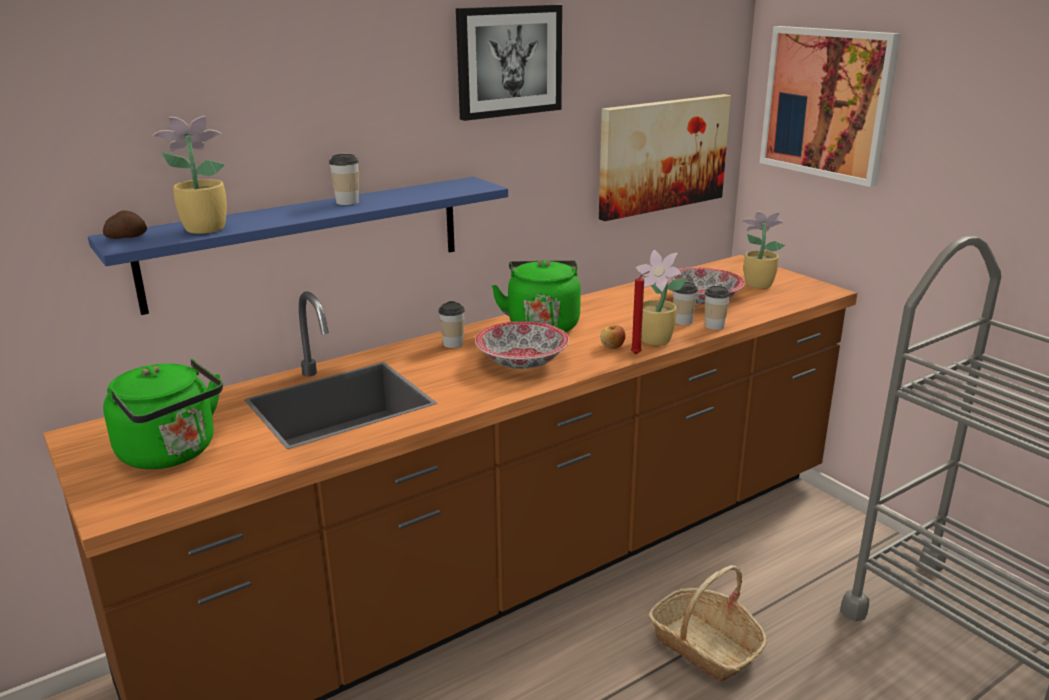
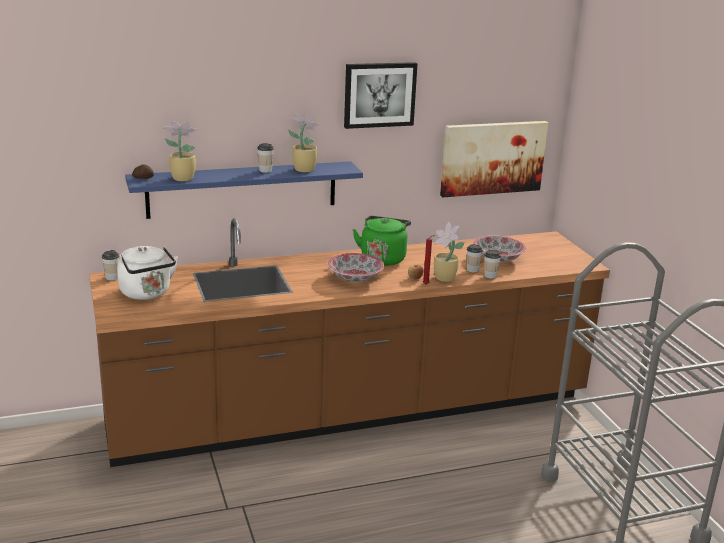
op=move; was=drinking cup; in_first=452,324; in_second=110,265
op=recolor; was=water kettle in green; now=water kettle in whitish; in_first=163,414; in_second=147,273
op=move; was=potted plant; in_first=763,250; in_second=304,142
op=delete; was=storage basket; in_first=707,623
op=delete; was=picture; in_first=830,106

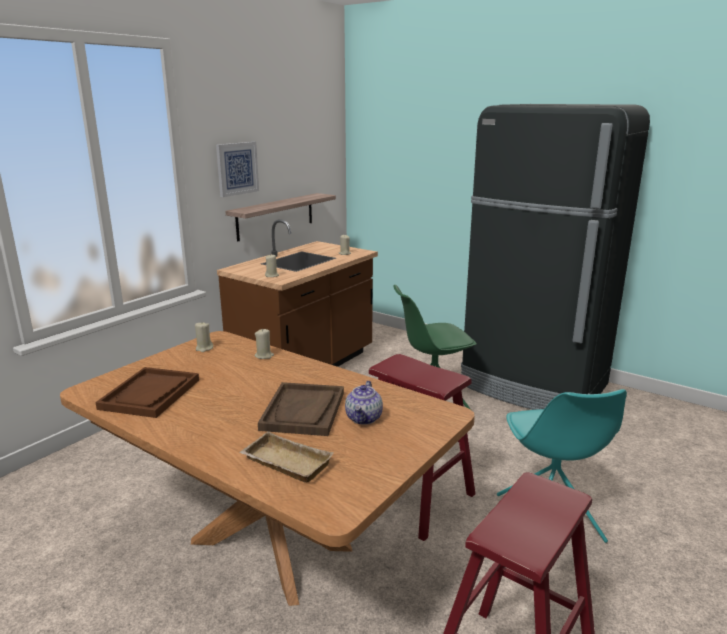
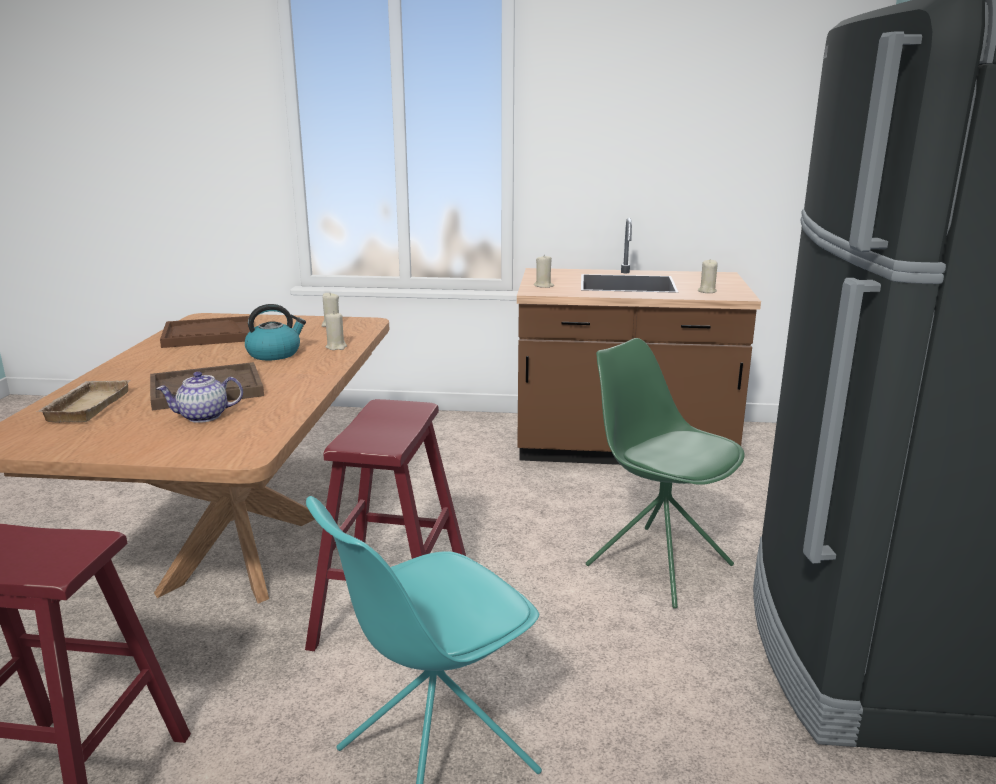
op=insert; now=water kettle; in_second=275,332
op=delete; was=picture; in_first=237,169
op=delete; was=shelf; in_first=280,217

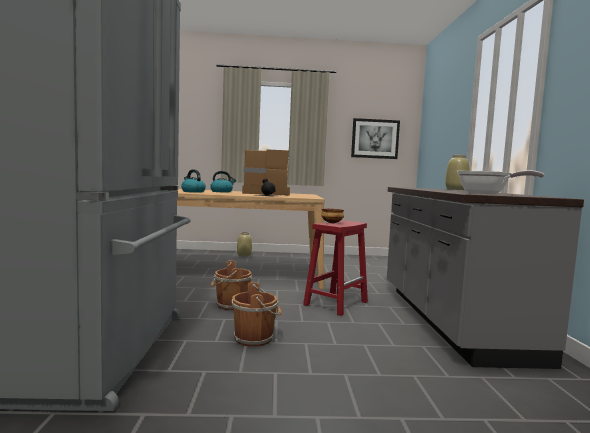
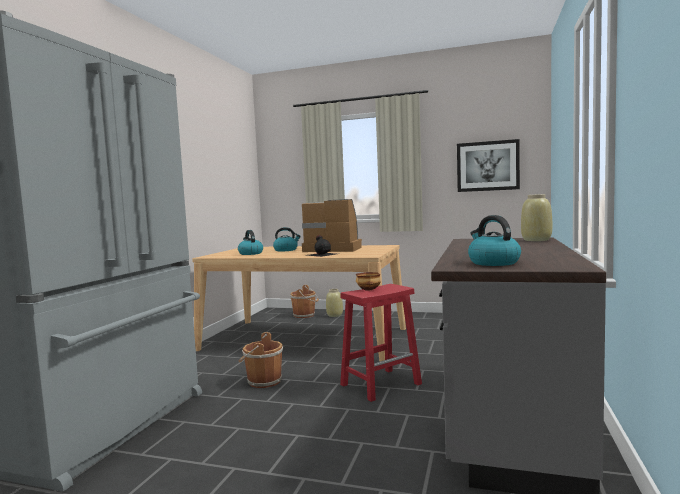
op=move; was=bucket in brown; in_first=256,314; in_second=304,301
op=replace; was=pan; now=water kettle; in_first=500,182; in_second=494,240

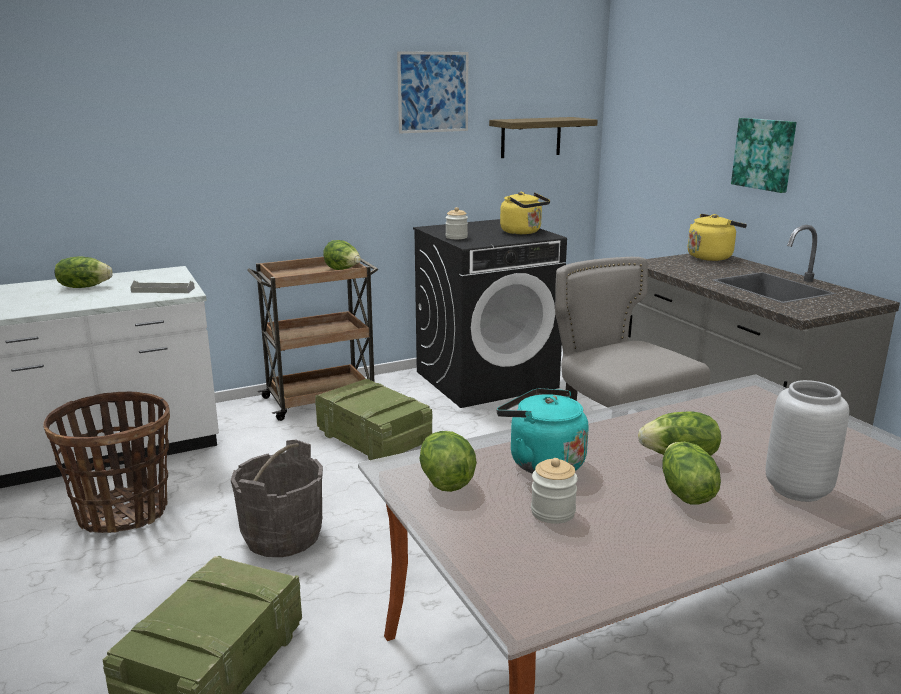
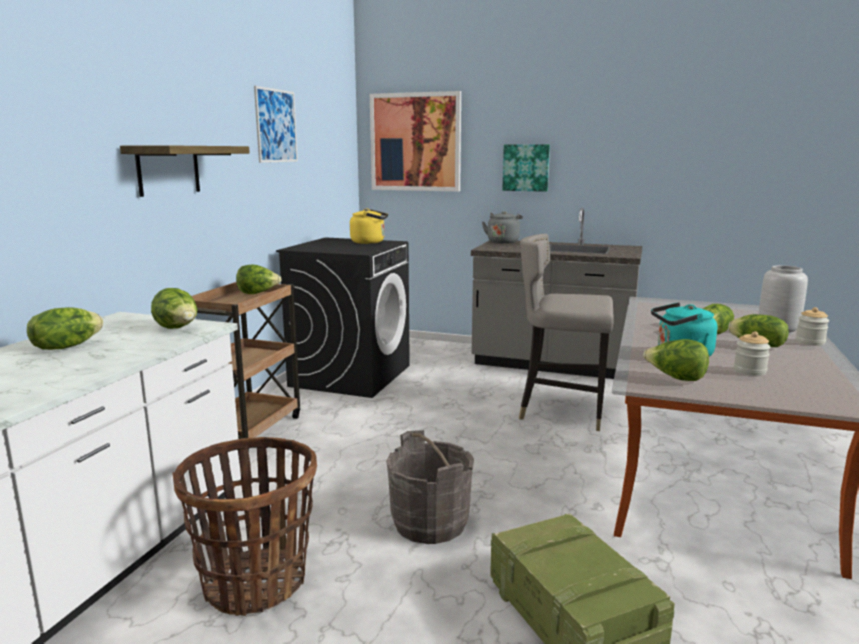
op=move; was=shelf; in_first=543,137; in_second=185,171
op=replace; was=serving tray in grey; now=lettuce head; in_first=162,286; in_second=174,308
op=insert; now=picture; in_second=415,141
op=recolor; was=water kettle in yellow; now=water kettle in grey; in_first=717,237; in_second=502,227
op=move; was=preserve jar; in_first=456,223; in_second=812,326
op=delete; was=packing crate; in_first=374,419

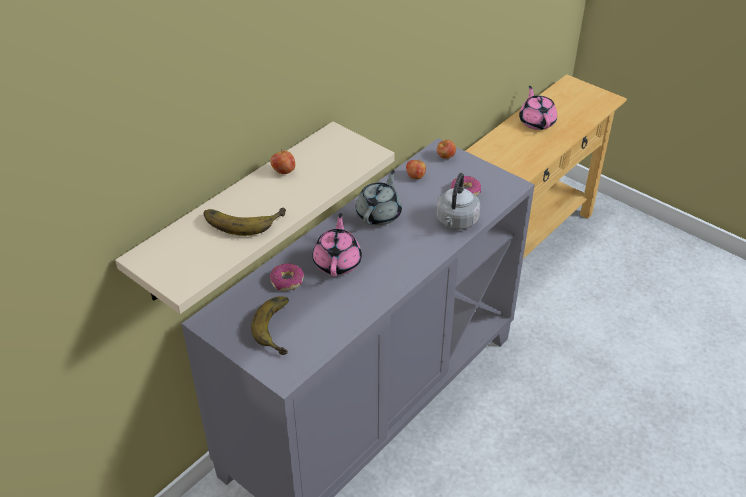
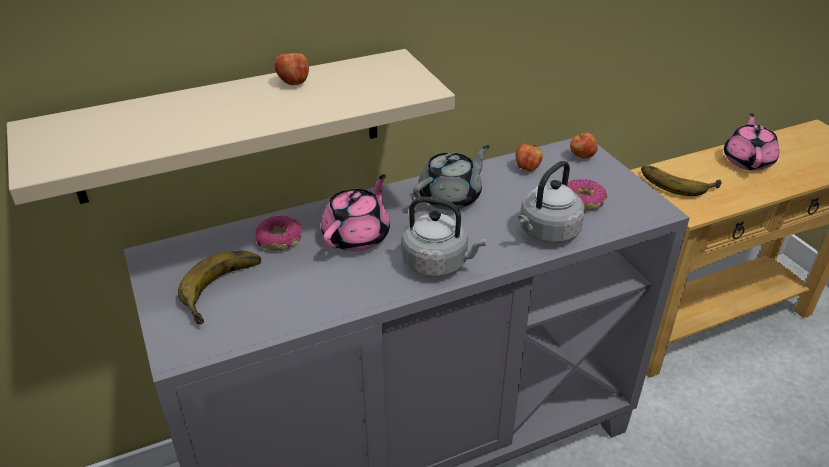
op=insert; now=water kettle in grey; in_second=444,236
op=move; was=banana fruit; in_first=244,221; in_second=681,181

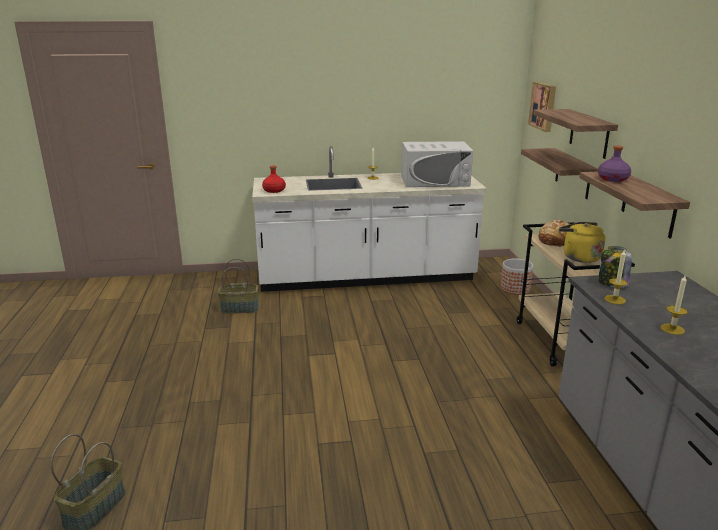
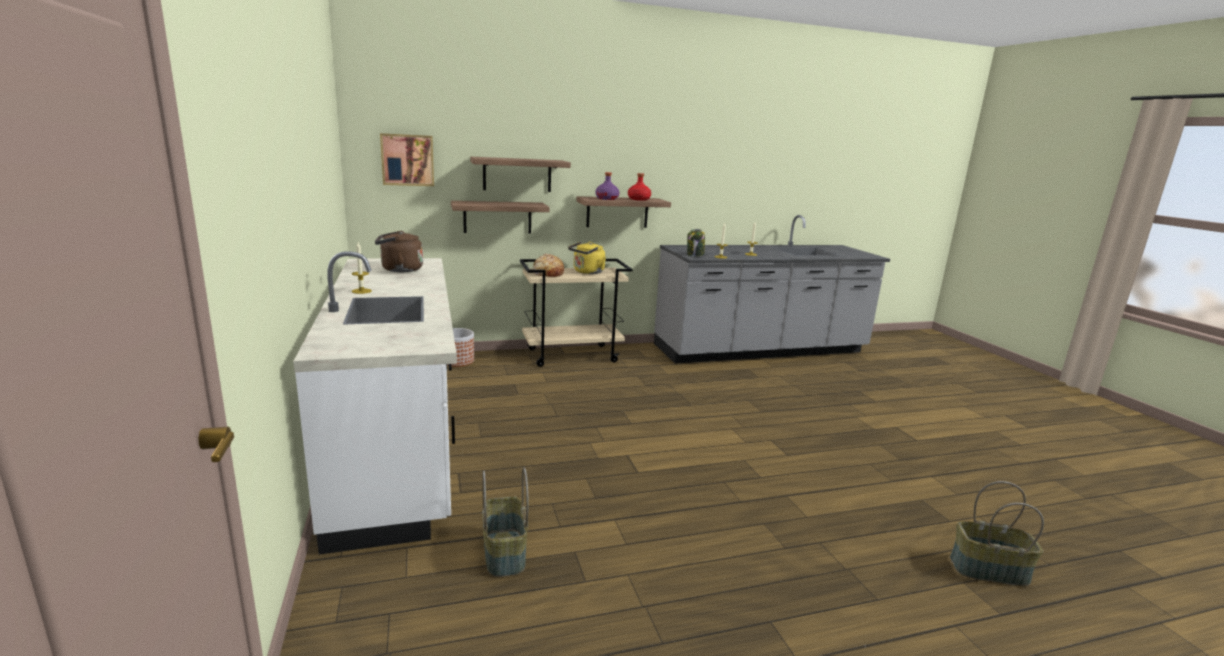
op=replace; was=kitchen microwave in whitish; now=water kettle in brown; in_first=437,164; in_second=399,251
op=move; was=beverage bottle in red; in_first=274,179; in_second=639,187

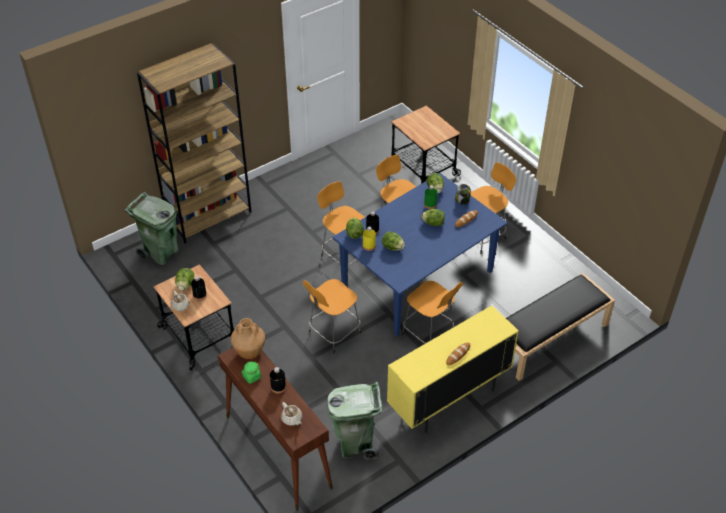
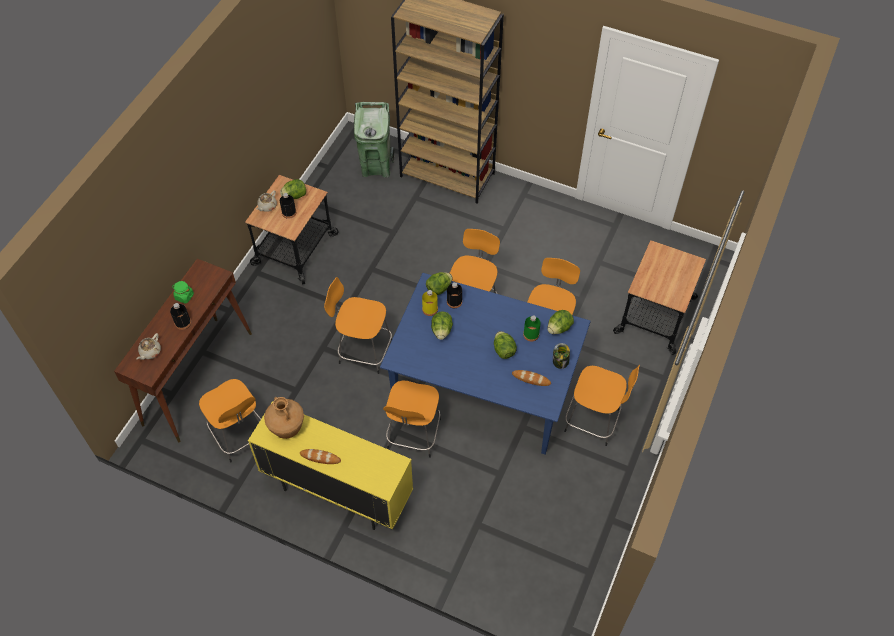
op=replace; was=waste bin in green; now=stool seat in orange-coloured; in_first=354,420; in_second=230,420
op=move; was=decorative vase in brown; in_first=248,338; in_second=284,418
op=delete; was=bench in black-coloured; in_first=560,327

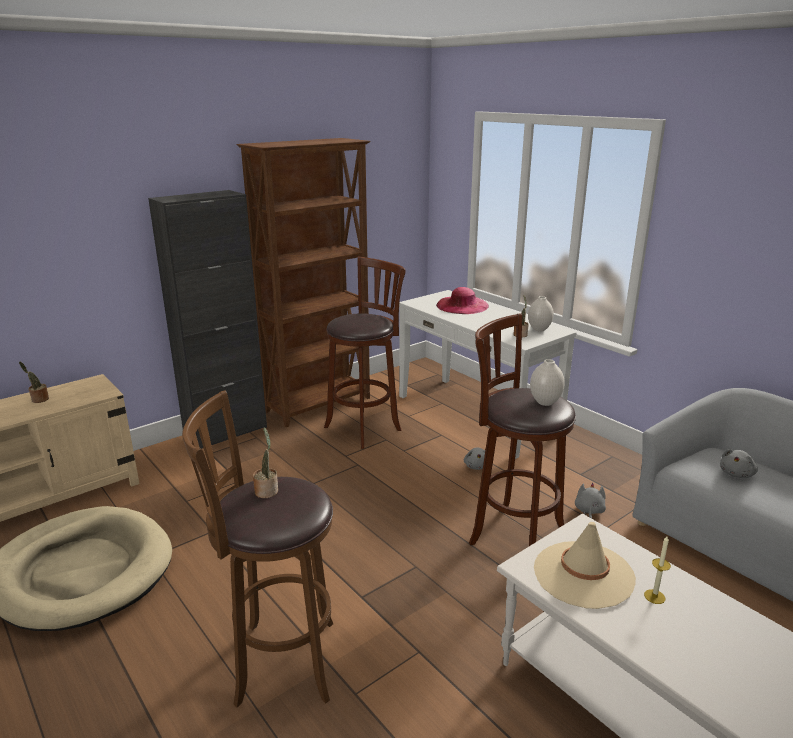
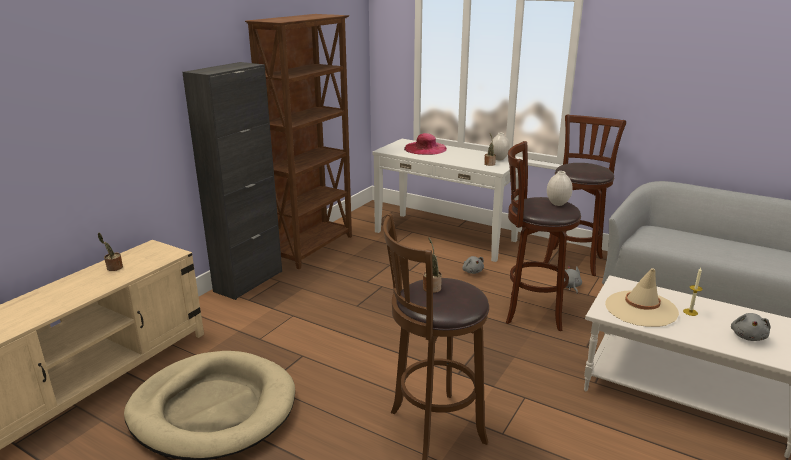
op=move; was=stool seat in brown; in_first=365,352; in_second=585,195
op=move; was=plush toy in grey; in_first=739,463; in_second=750,327

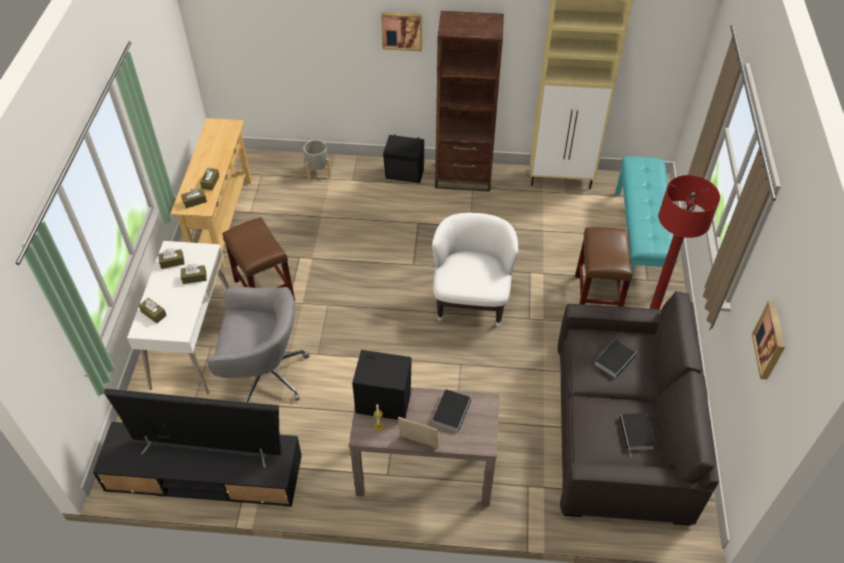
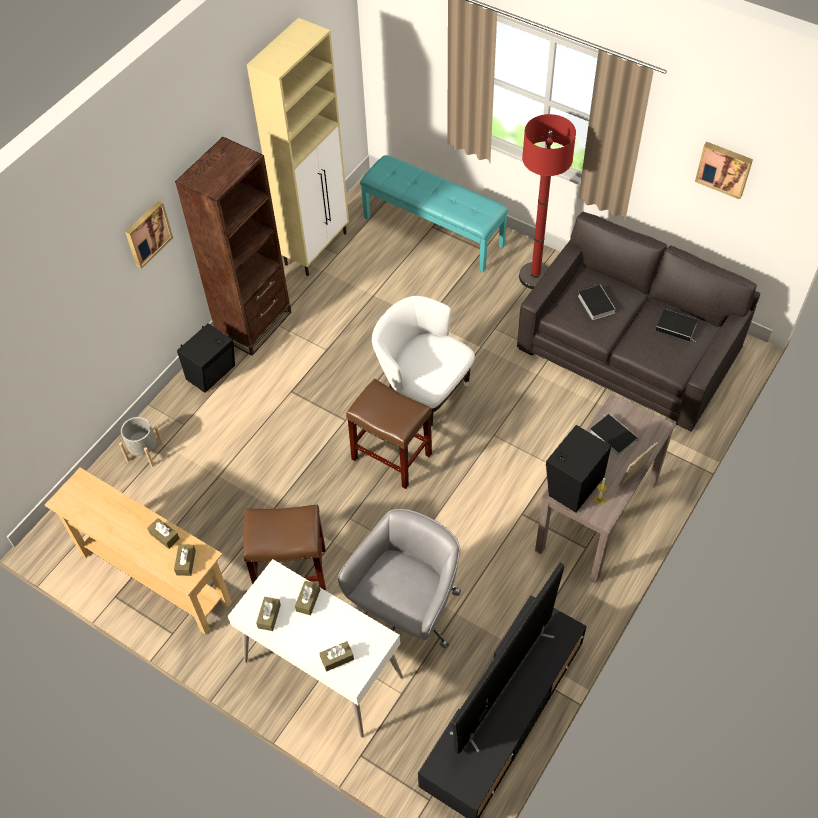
op=move; was=stool seat in brown; in_first=603,267; in_second=389,434

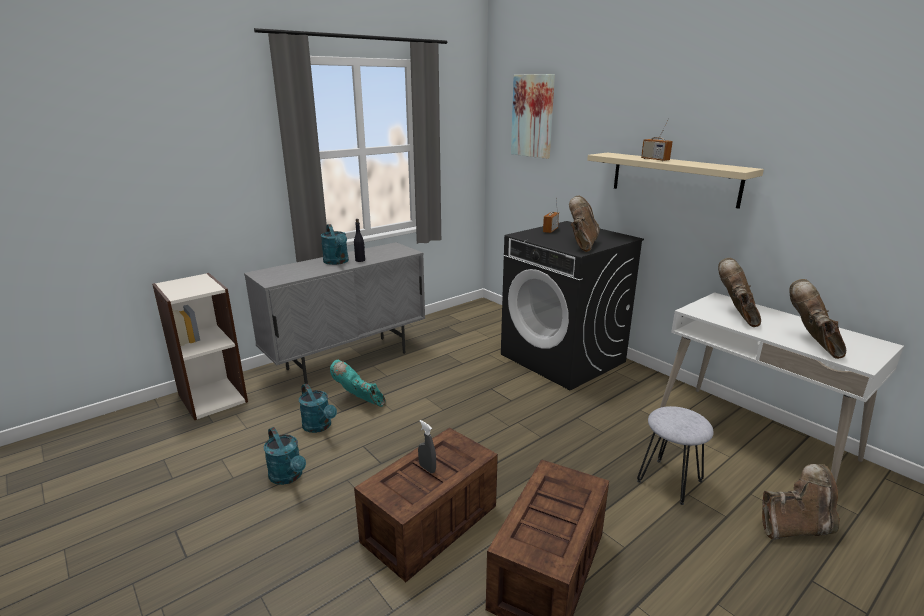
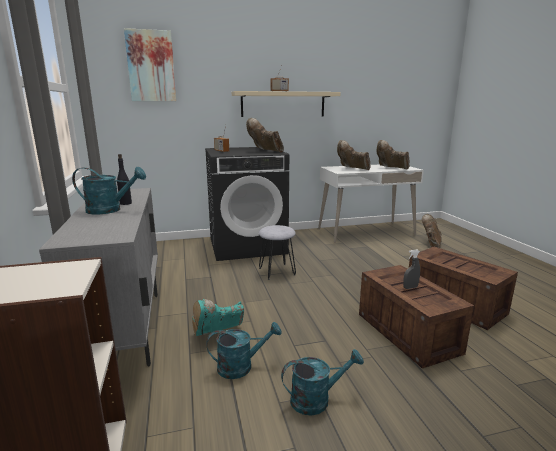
op=move; was=stool seat in grey; in_first=675,455; in_second=277,252

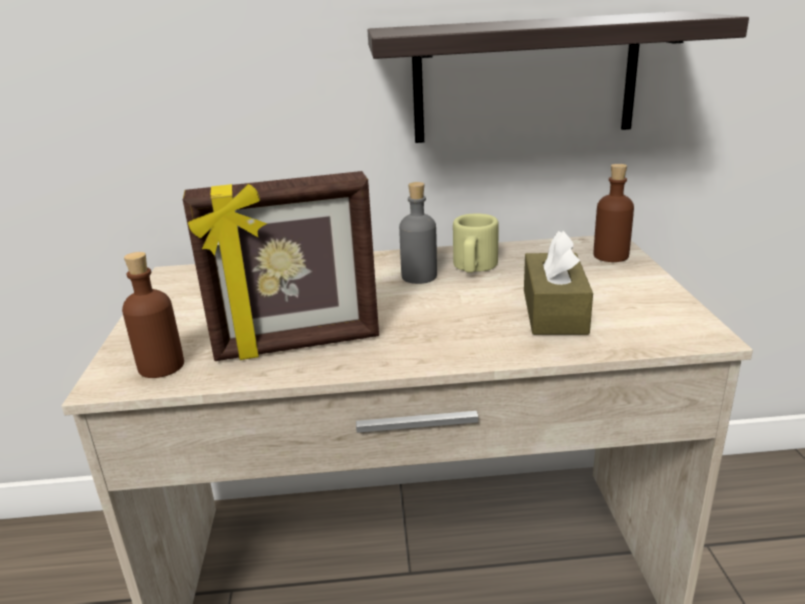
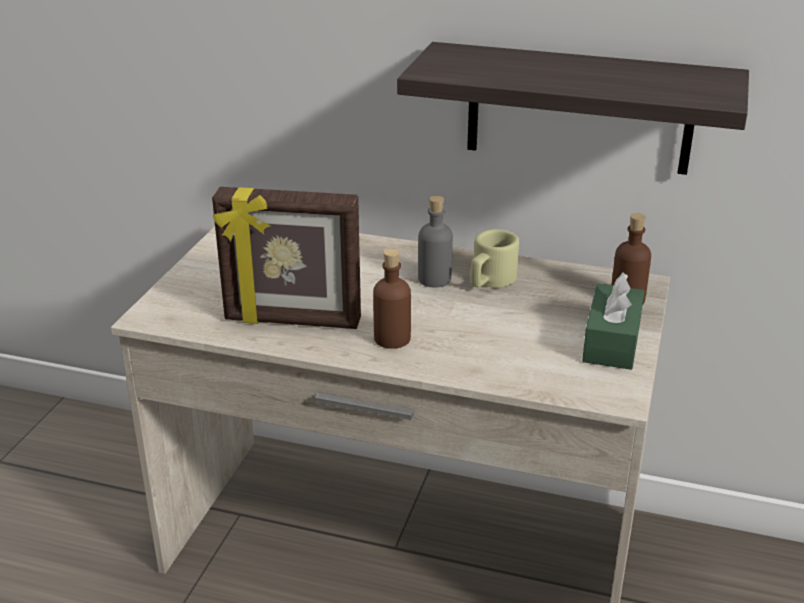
op=move; was=beverage bottle in brown; in_first=153,315; in_second=392,298
op=insert; now=box of tissues in green; in_second=613,321
op=delete; was=box of tissues in brown; in_first=558,282

